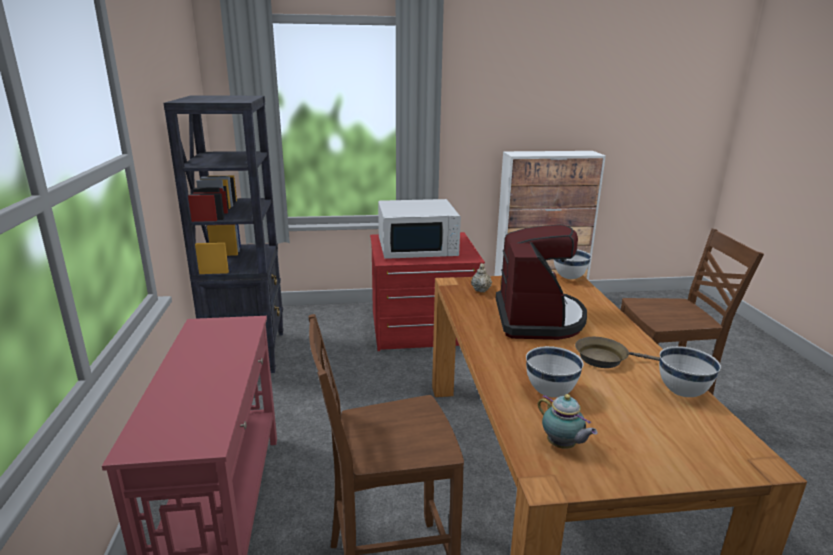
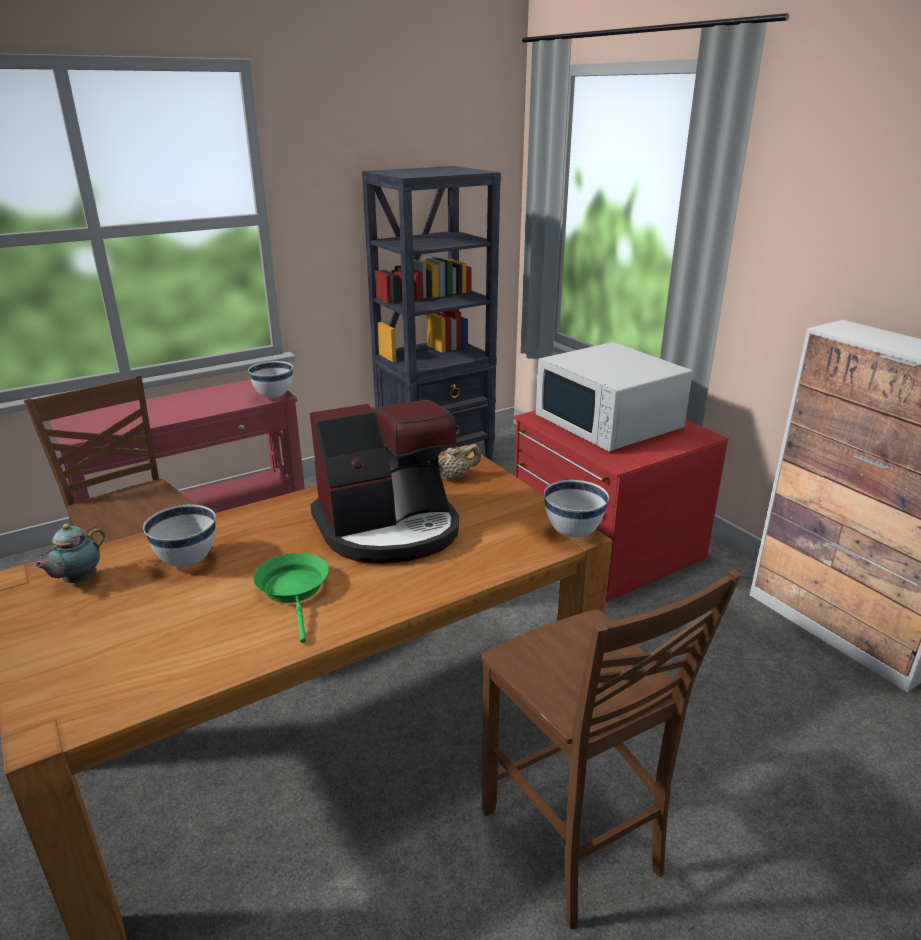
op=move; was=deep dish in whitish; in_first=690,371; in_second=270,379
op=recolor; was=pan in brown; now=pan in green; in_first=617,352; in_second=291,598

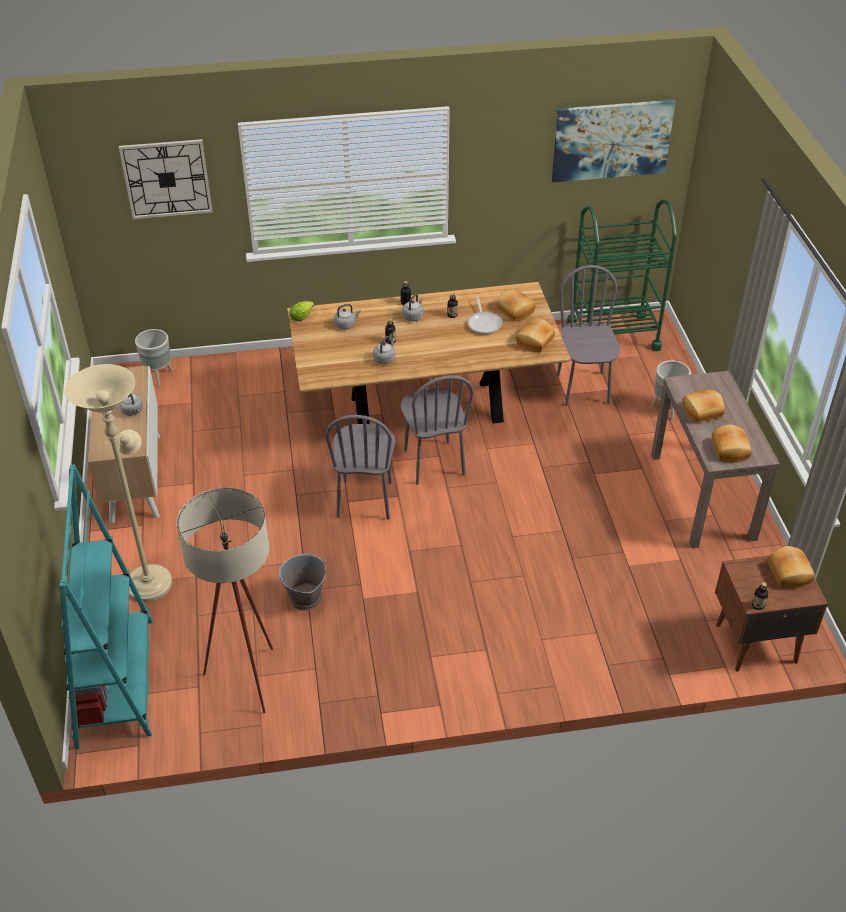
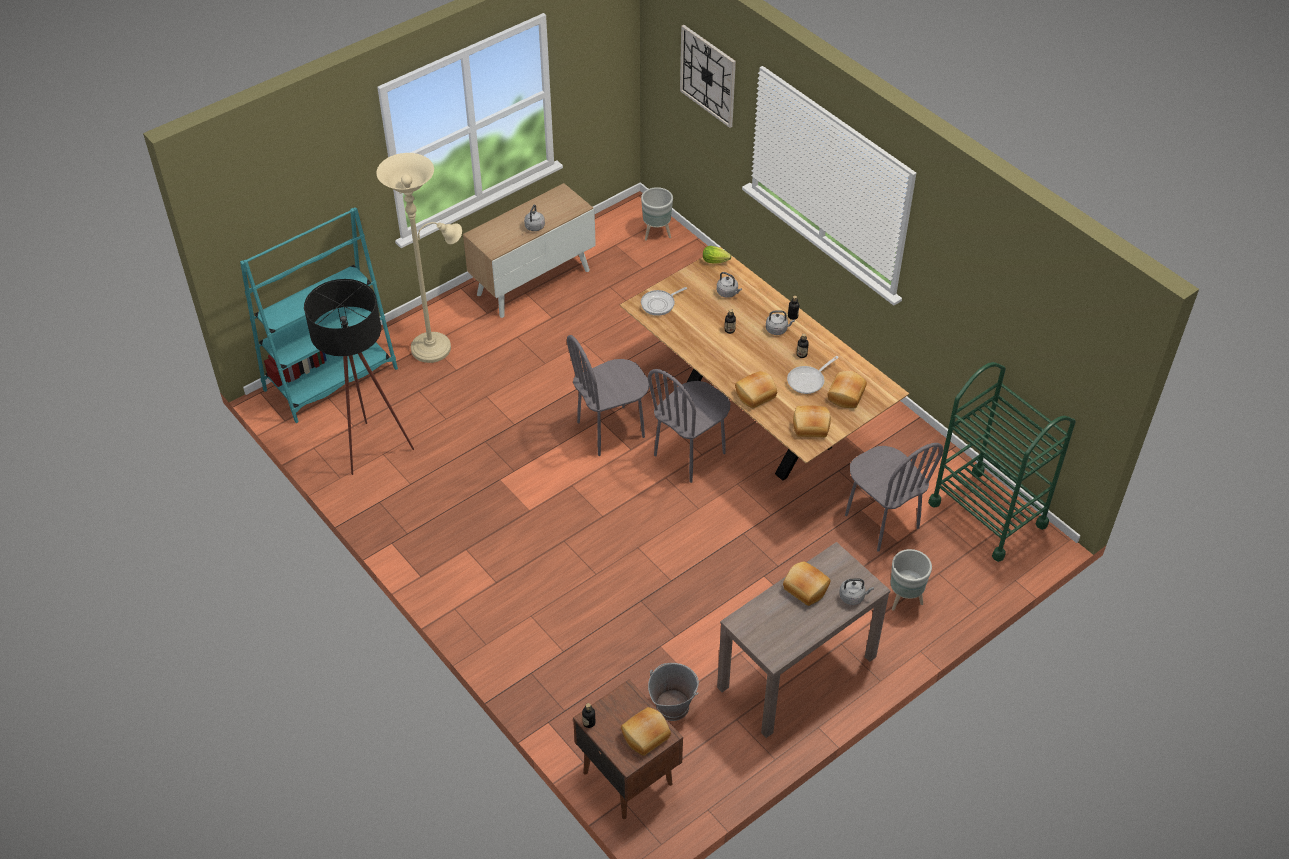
op=recolor; was=standard lamp in beige; now=standard lamp in black-coloured; in_first=224,600; in_second=359,377
op=insert; now=pan; in_second=664,301
op=move; was=bucket in grey; in_first=302,582; in_second=673,692
op=move; was=bread; in_first=732,444; in_second=756,389
op=move; was=water kettle in grey; in_first=384,350; in_second=856,592
op=rotate; was=chair in grey; in_first=588,335; in_second=894,497; clockwise=90
op=delete; was=picture; in_first=614,141

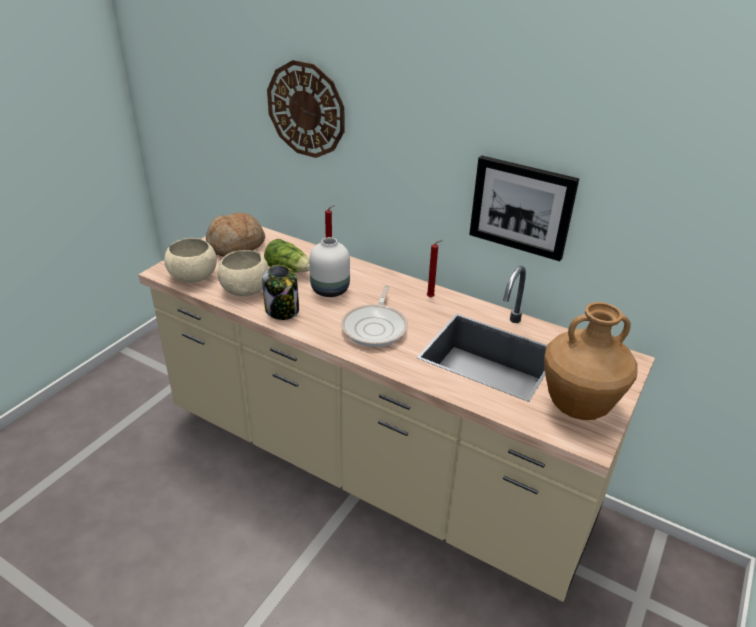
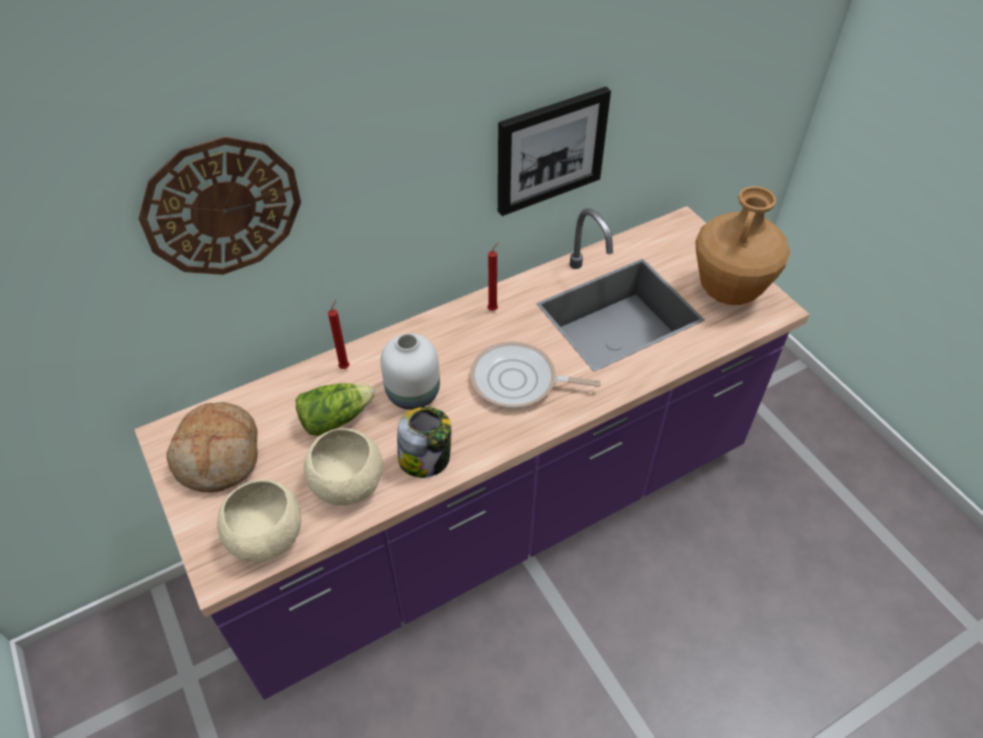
op=recolor; was=kitchen counter in beige; now=kitchen counter in purple-coloured; in_first=396,414; in_second=472,453
op=rotate; was=pan; in_first=374,316; in_second=535,375; clockwise=150

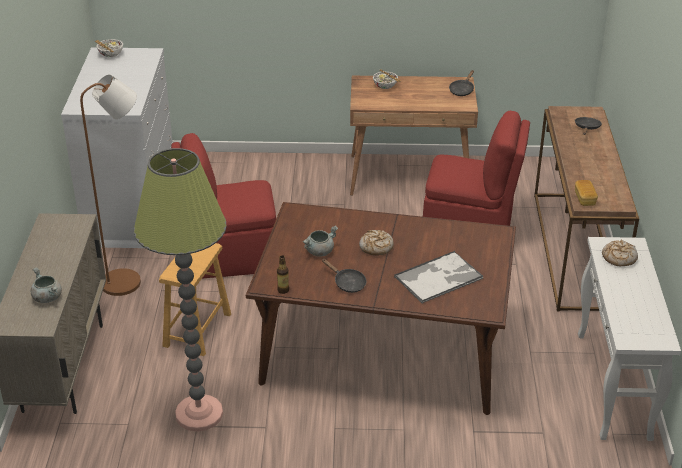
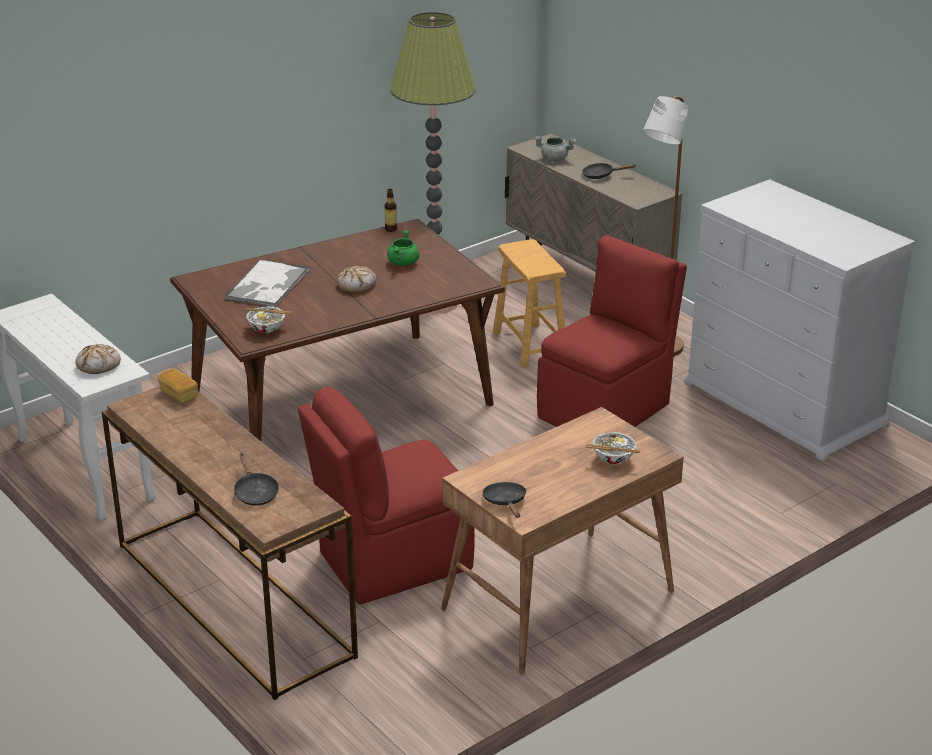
op=move; was=deep dish; in_first=109,48; in_second=268,319
op=recolor; was=stockpot in grey; now=stockpot in green; in_first=320,241; in_second=403,248
op=move; was=pan in black-coloured; in_first=344,276; in_second=609,171

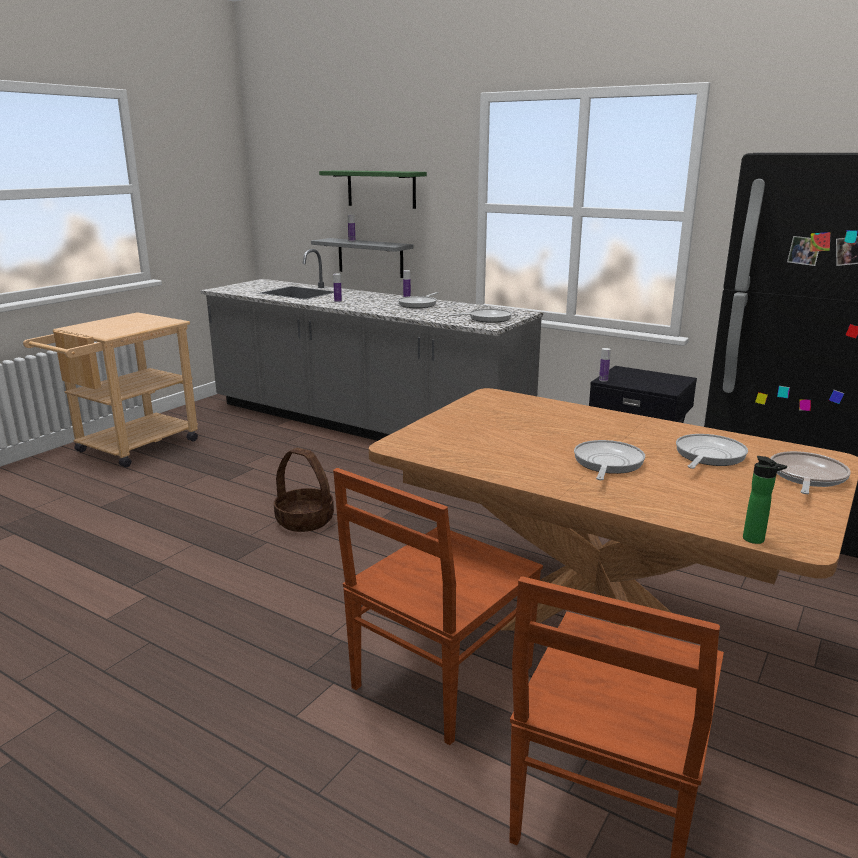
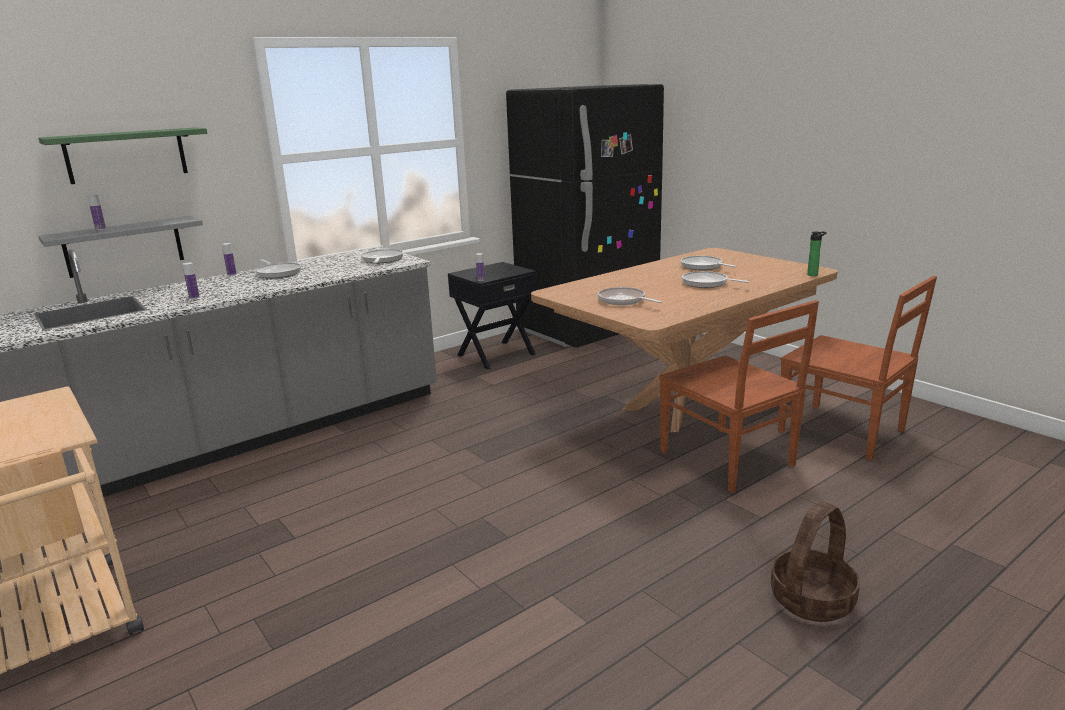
op=move; was=pan; in_first=810,472; in_second=629,296
op=move; was=storage basket; in_first=304,490; in_second=815,561

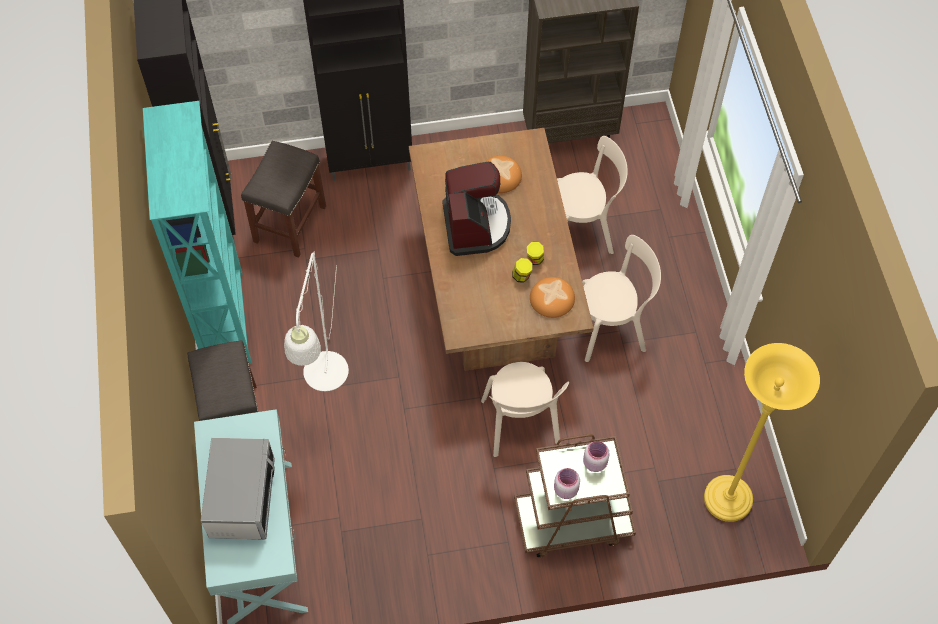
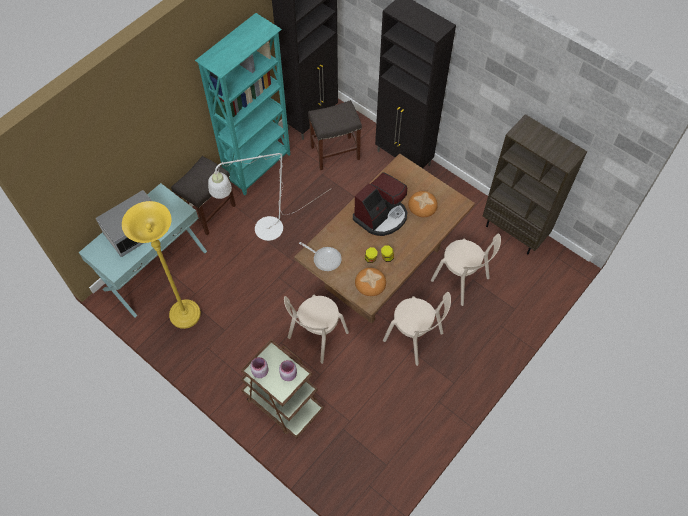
op=move; was=standard lamp in yellow; in_first=762,432; in_second=161,265
op=insert; now=pan; in_second=320,256

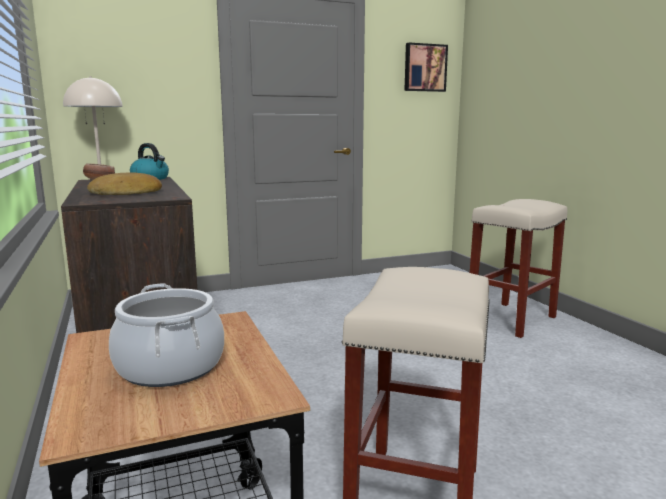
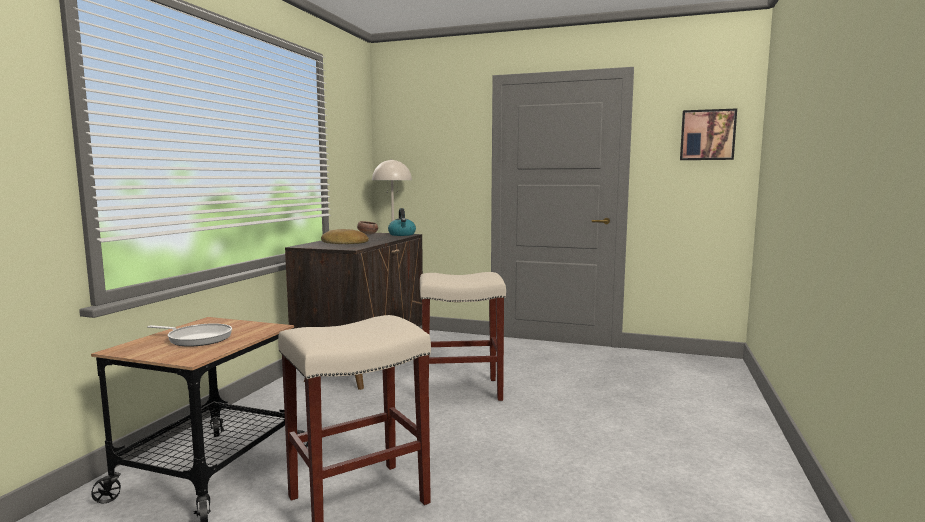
op=replace; was=stockpot; now=pan; in_first=166,335; in_second=189,335
op=move; was=stool seat in beige; in_first=518,268; in_second=463,336

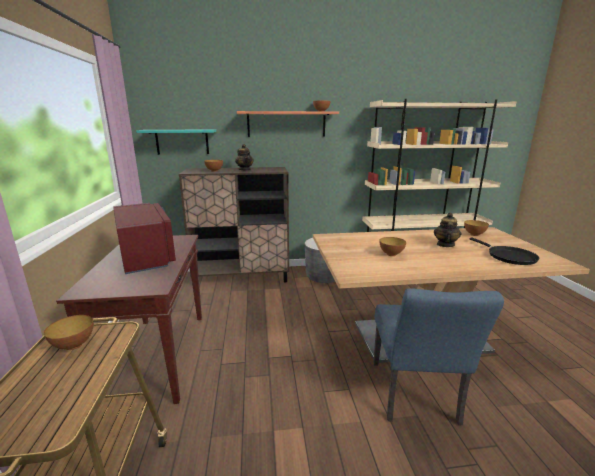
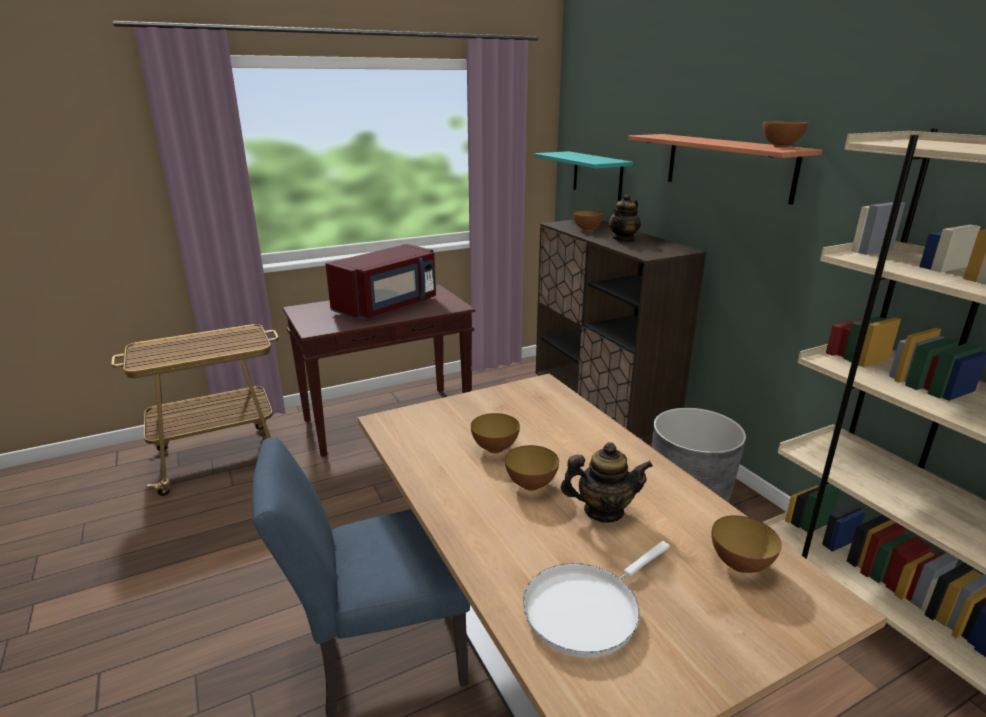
op=move; was=deep dish; in_first=69,332; in_second=532,468
op=recolor; was=pan in black-coloured; now=pan in whitish; in_first=504,251; in_second=596,599

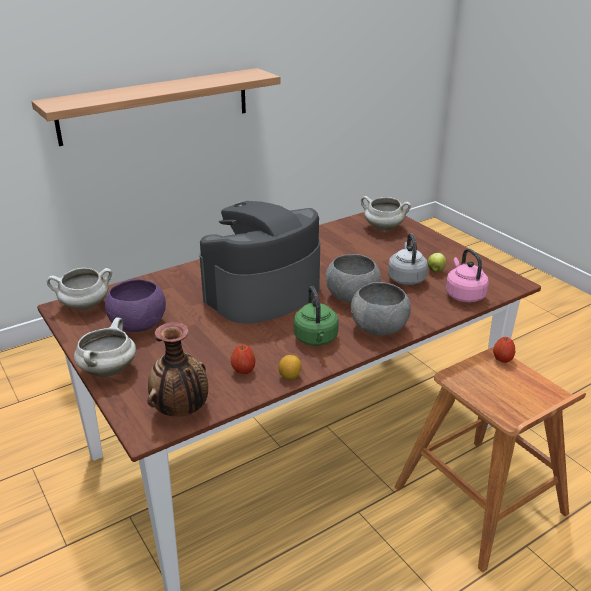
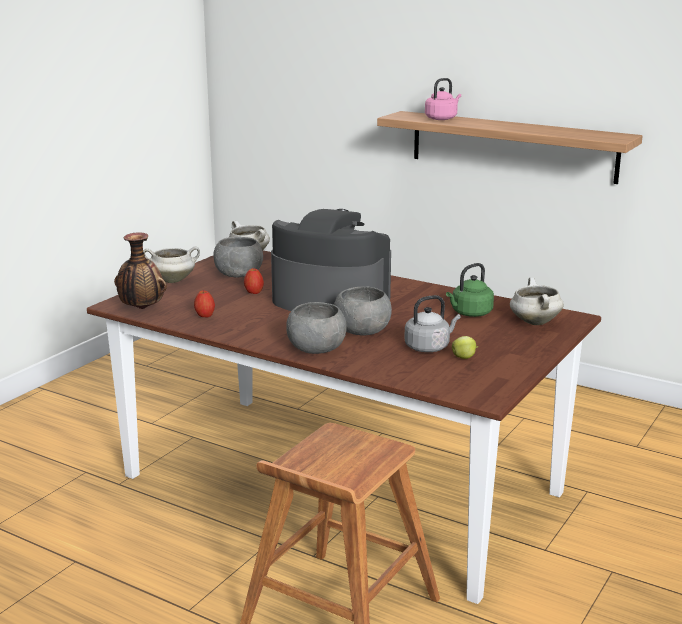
op=recolor; was=deep dish in purple-coloured; now=deep dish in grey; in_first=135,305; in_second=238,257
op=move; was=apple fruit; in_first=504,350; in_second=254,281
op=move; was=water kettle in pinkish; in_first=467,275; in_second=443,99
op=move; was=water kettle in green; in_first=316,316; in_second=470,290
op=delete; was=lemon; in_first=290,367

